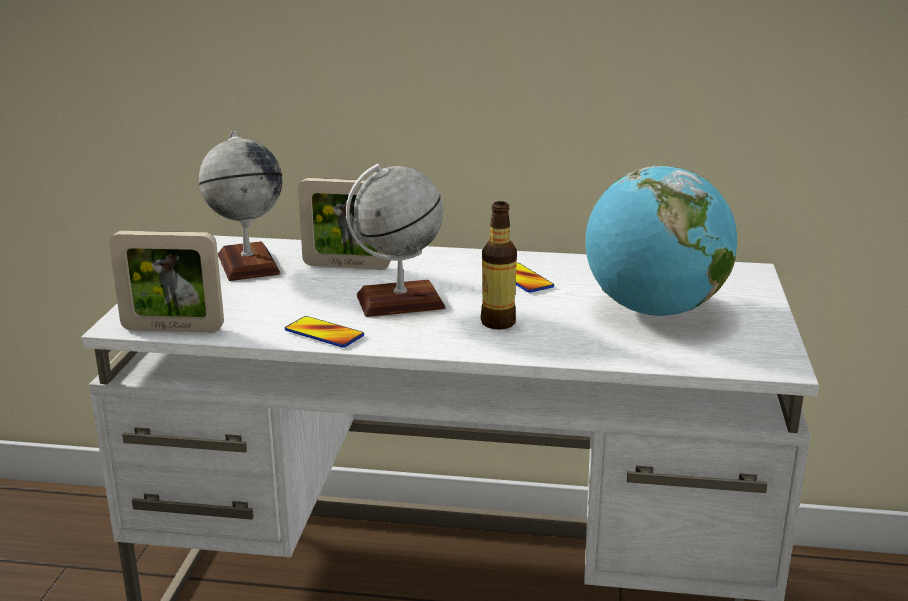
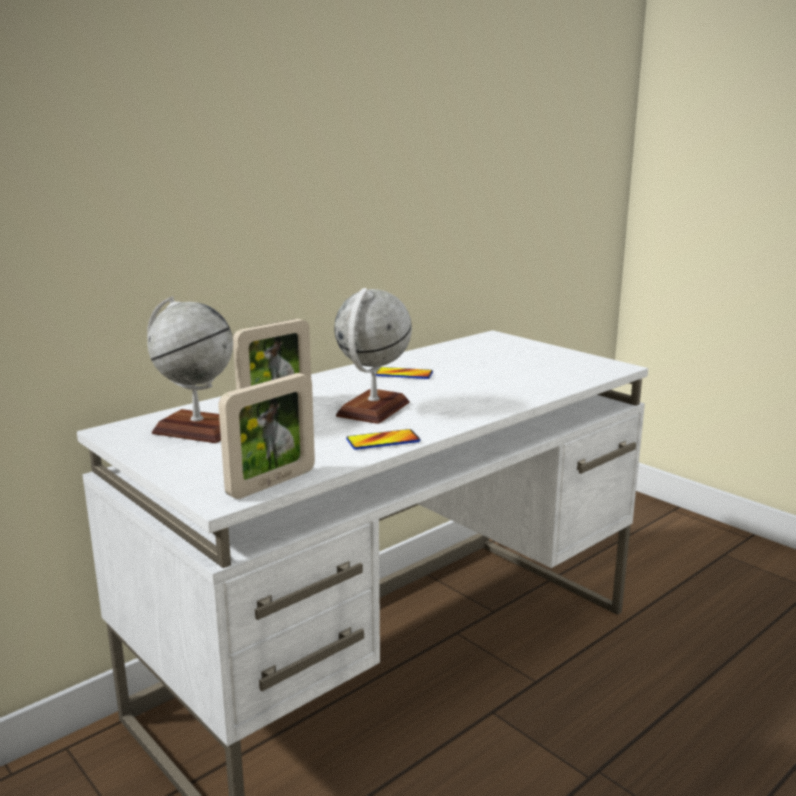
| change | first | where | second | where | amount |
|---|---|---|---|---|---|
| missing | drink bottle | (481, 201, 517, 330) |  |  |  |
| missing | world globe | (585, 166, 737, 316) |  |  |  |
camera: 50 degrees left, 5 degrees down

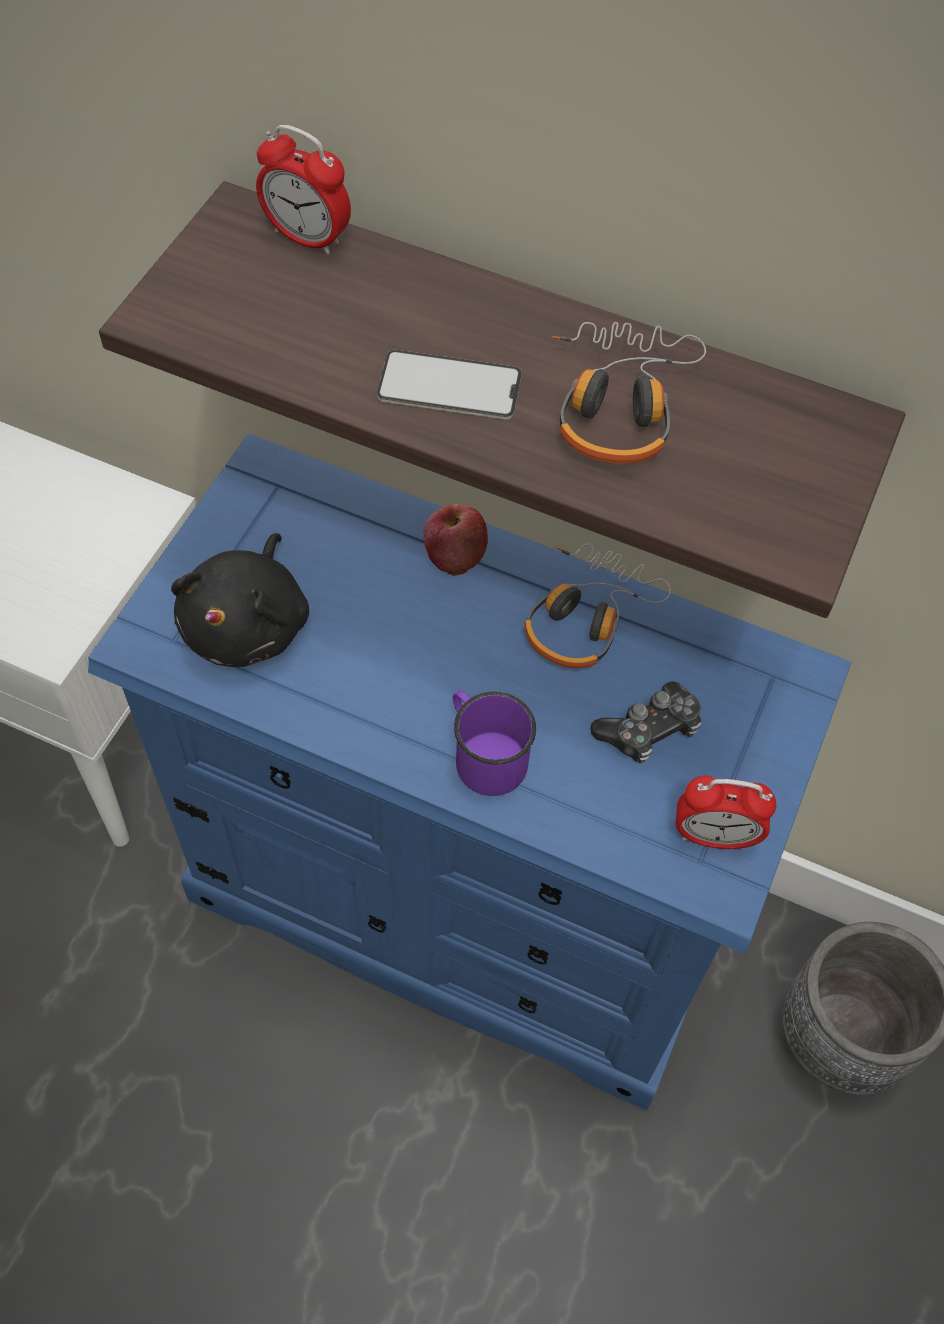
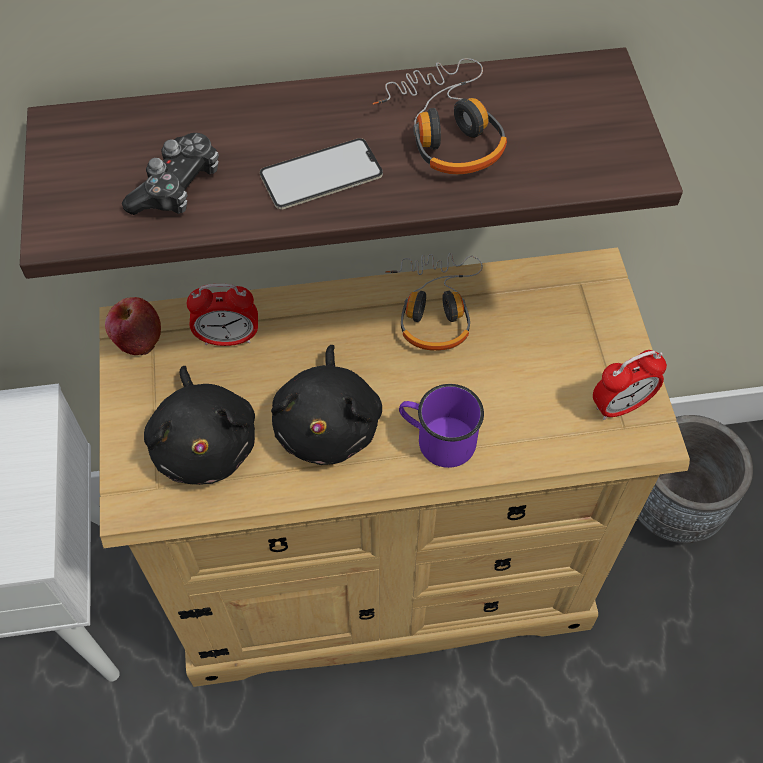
| change | first | where | second | where | amount |
|---|---|---|---|---|---|
| appeared |  |  | blackish cuddly toy | (271, 345, 382, 465) |  |
| relocated | alarm clock | (256, 125, 351, 255) |  | (186, 284, 258, 346) |  |
| relocated | apple | (423, 504, 488, 576) |  | (105, 297, 161, 355) |  |
| relocated | joypad | (590, 681, 702, 763) |  | (122, 133, 219, 215) |  |
| colour | blue-coloured chest of drawers | (88, 433, 852, 1111) | sand-coloured chest of drawers | (99, 247, 690, 687) |  |
camera: 30 degrees left, 0 degrees up

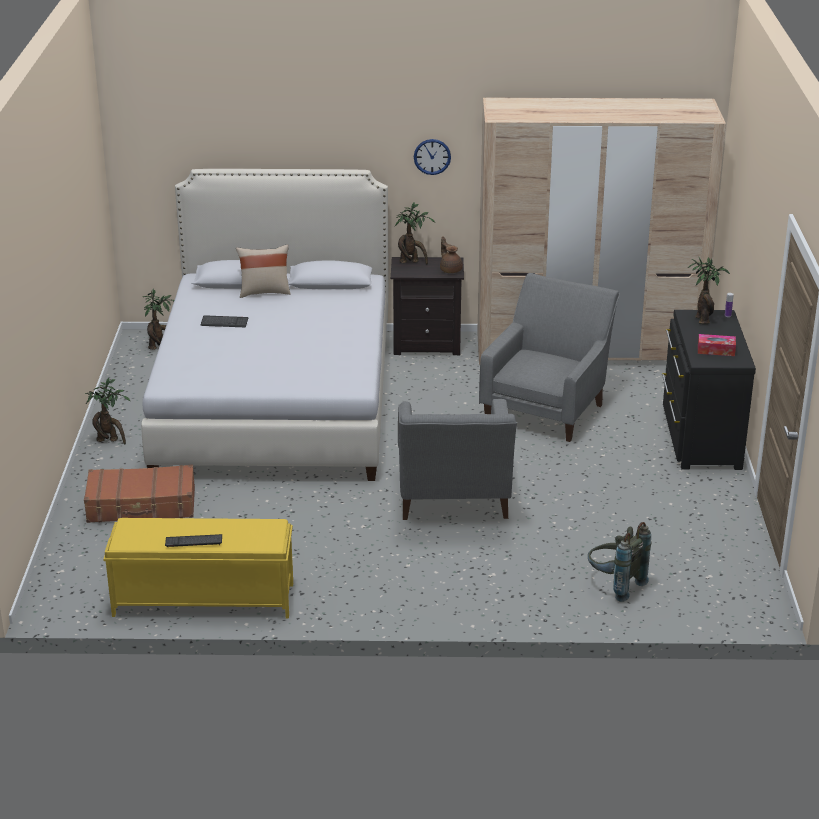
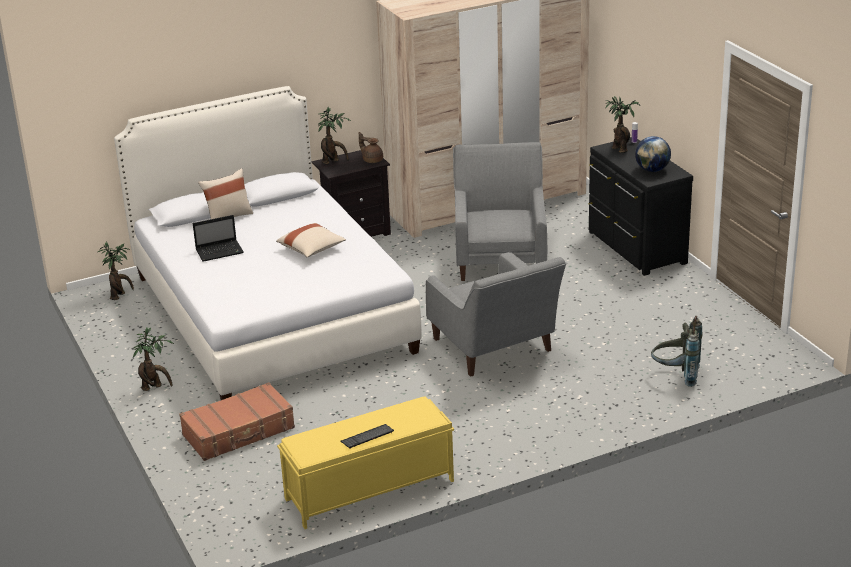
| change | first | where | second | where | amount |
|---|---|---|---|---|---|
| missing | hanging clock | (414, 139, 451, 175) |  |  |  |
| appeared |  |  | sand-coloured pillow | (276, 223, 346, 257) |  |
| exchanged | computer keyboard | (200, 315, 248, 328) | portable computer | (193, 215, 244, 262) |  |
| exchanged | box of tissues | (698, 334, 736, 356) | world globe | (635, 136, 671, 172) |  |
camera: 25 degrees left, 0 degrees up

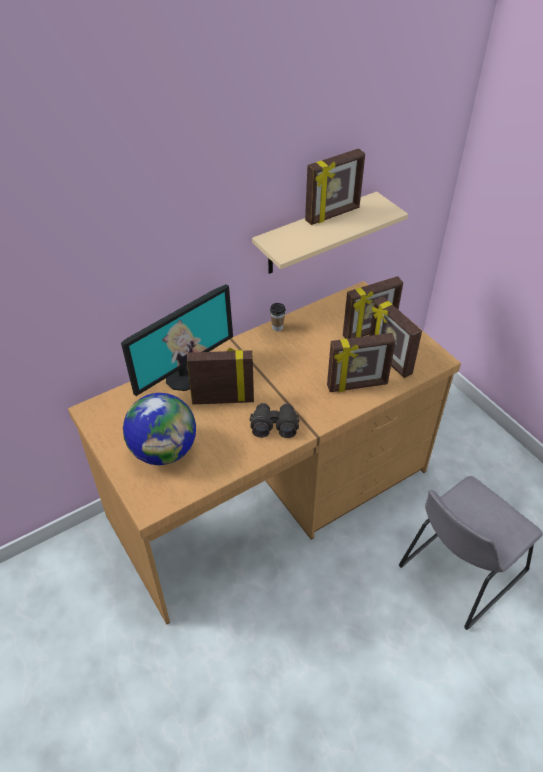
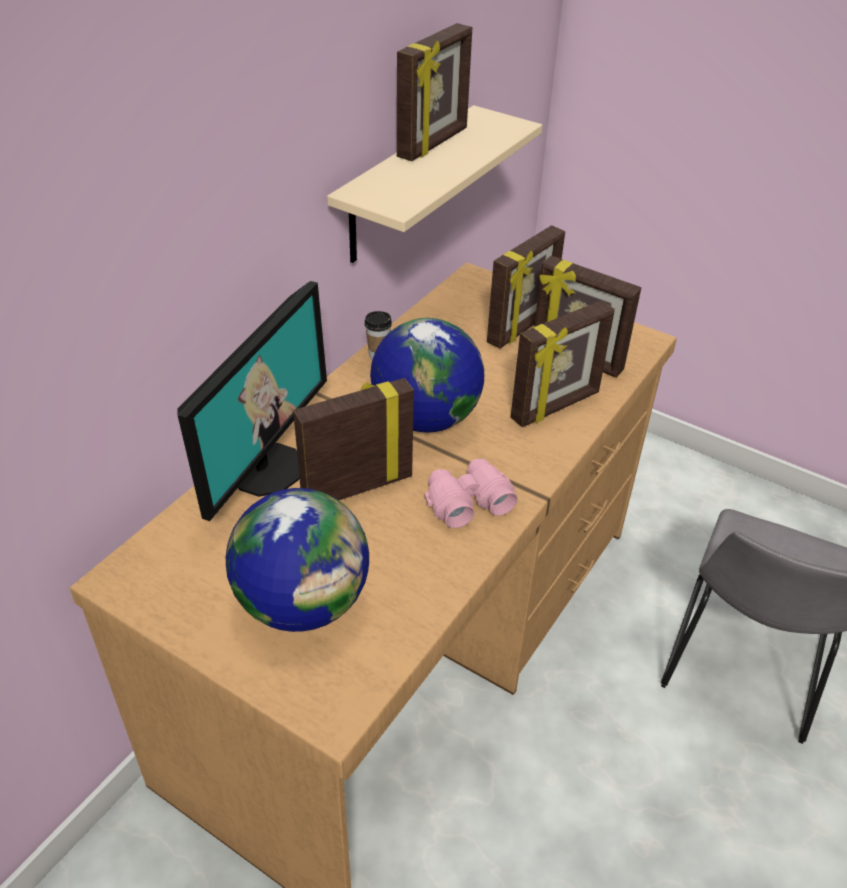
| change | first | where | second | where | amount |
|---|---|---|---|---|---|
| appeared |  |  | world globe | (370, 318, 484, 432) |  |
| colour | blackish binoculars | (250, 403, 300, 438) | pinkish binoculars | (425, 459, 518, 528) |  |
camera: 25 degrees left, 5 degrees down

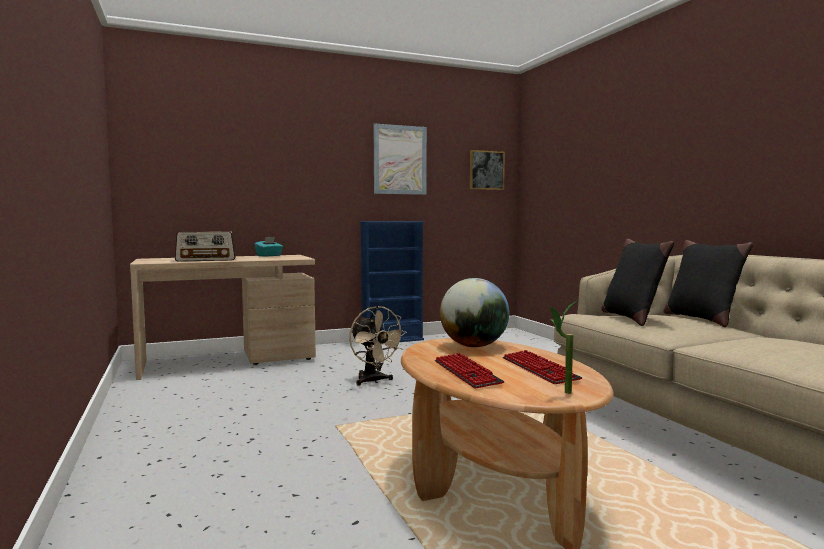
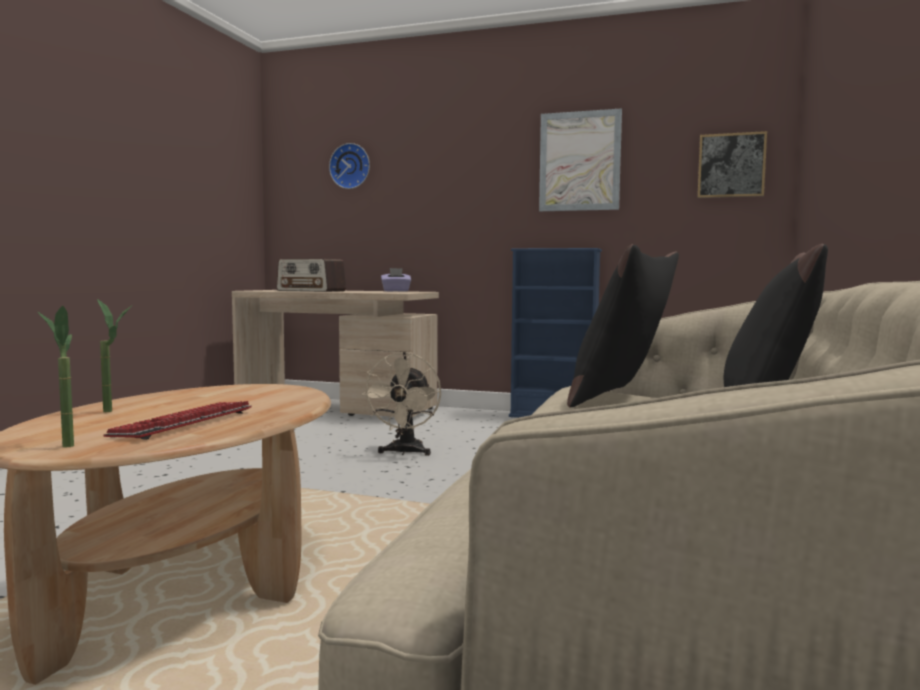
| change | first | where | second | where | amount |
|---|---|---|---|---|---|
| missing | world globe | (440, 278, 509, 347) |  |  |  |
| appeared |  |  | hanging clock | (329, 143, 370, 189) |  |
| exchanged | computer keyboard | (435, 353, 505, 389) | plant in a pot | (97, 299, 131, 412) |  |
| colour | turquoise box of tissues | (254, 237, 283, 257) | purplish box of tissues | (381, 268, 411, 292) |  |
camera: 40 degrees right, 0 degrees up

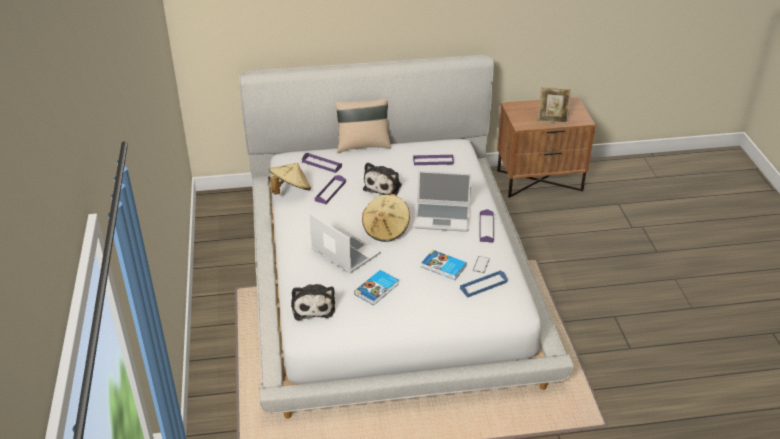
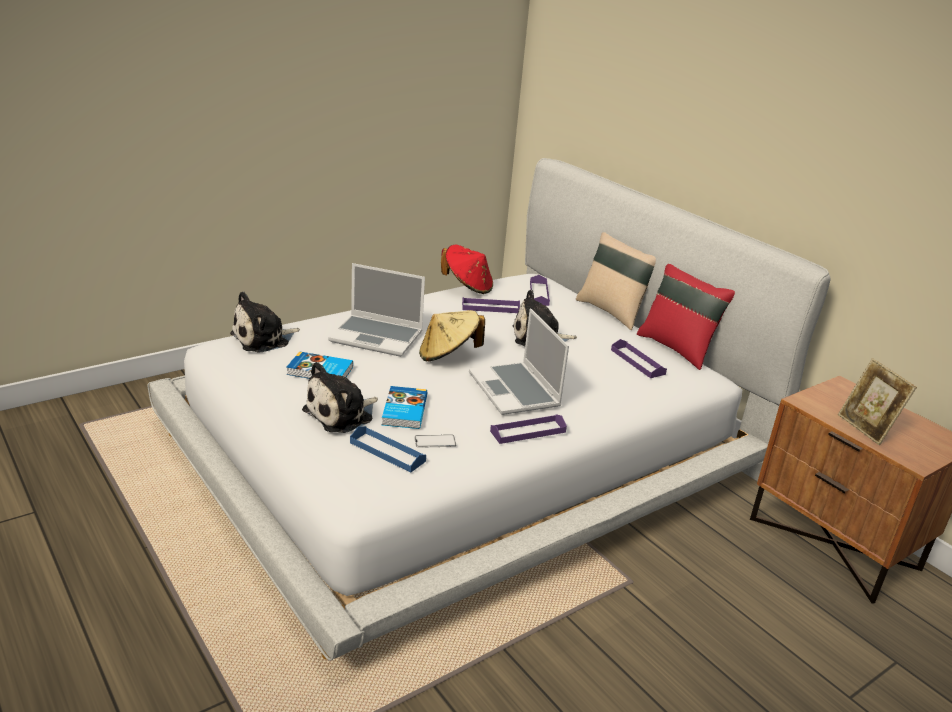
| change | first | where | second | where | amount |
|---|---|---|---|---|---|
| appeared |  |  | cuddly toy | (302, 362, 378, 433) |  |
| appeared |  |  | reddish pillow | (637, 264, 735, 370) |  |
| colour | sand-coloured wearable hat | (269, 163, 311, 195) | reddish wearable hat | (441, 245, 493, 294) |  |
| spun | portable computer | (310, 213, 381, 274) |  | (328, 263, 425, 357) | 90 degrees clockwise |
camera: 60 degrees right, 10 degrees down

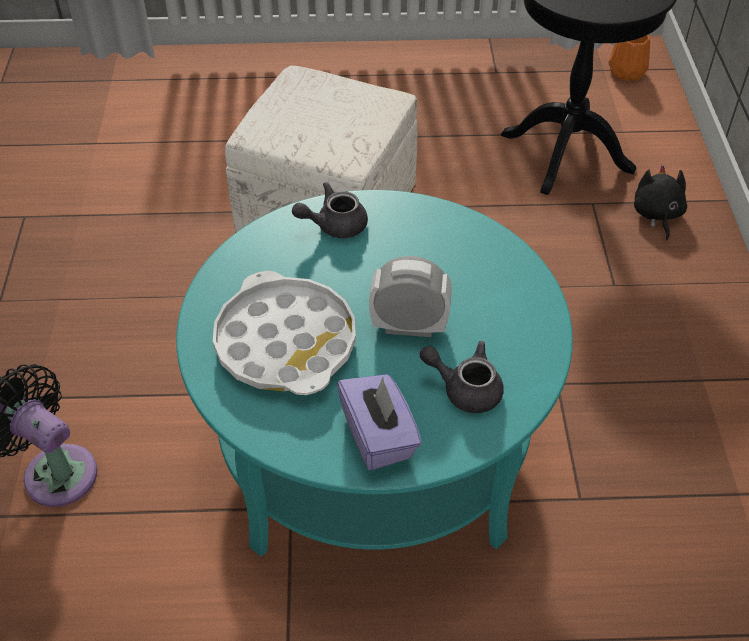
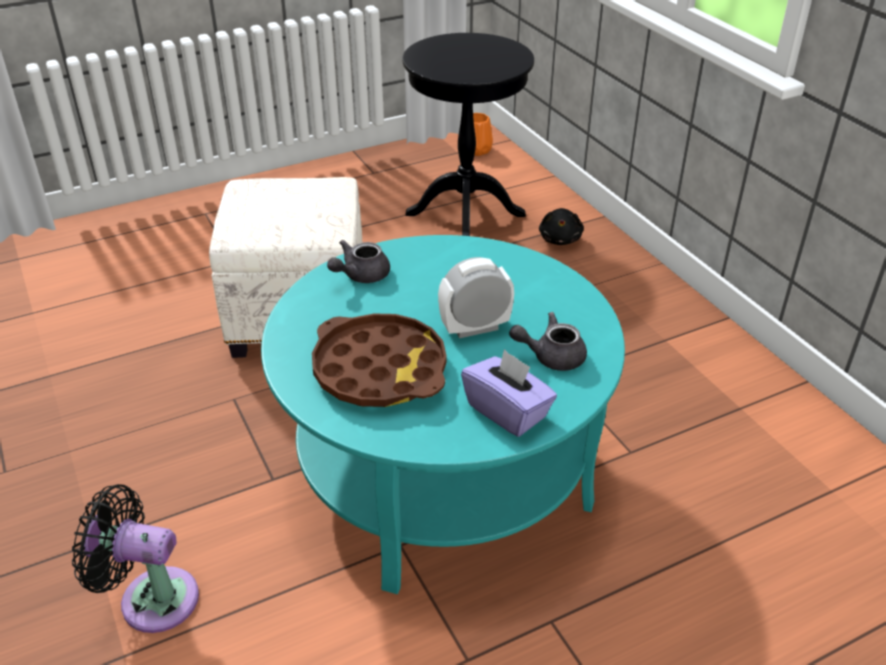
| change | first | where | second | where | amount |
|---|---|---|---|---|---|
| colour | white-coloured serving tray | (213, 271, 356, 395) | brown serving tray | (312, 314, 447, 407) |  |
| spun | blackish cuddly toy | (634, 165, 687, 240) |  | (539, 208, 584, 245) | 150 degrees counterclockwise |
camera: 25 degrees left, 10 degrees down

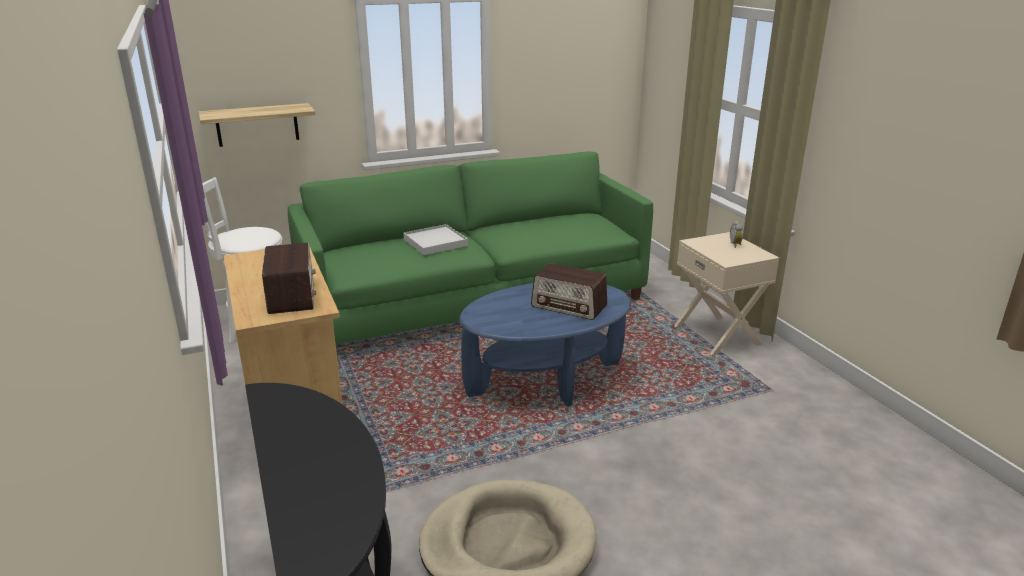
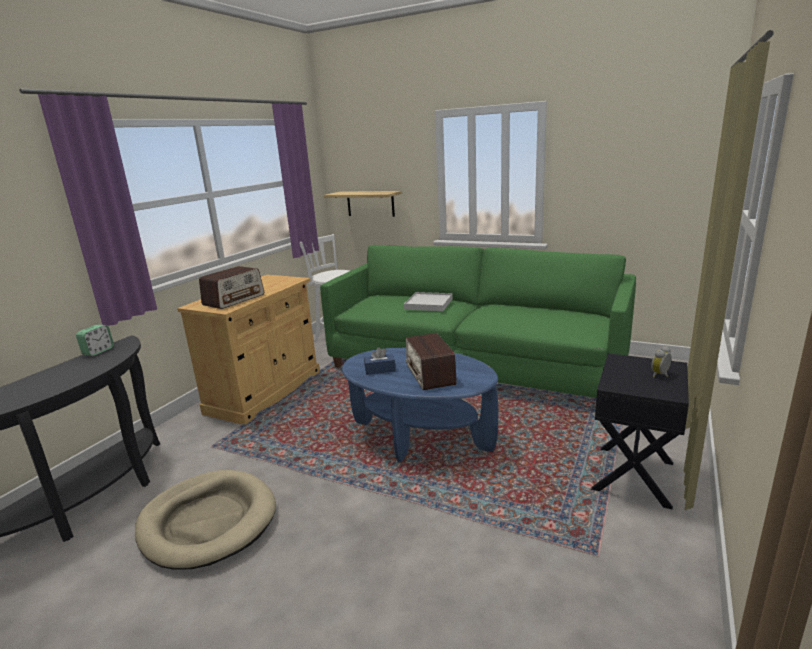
| change | first | where | second | where | amount |
|---|---|---|---|---|---|
| appeared |  |  | alarm clock | (76, 325, 114, 356) |  |
| appeared |  |  | blue-coloured box of tissues | (364, 347, 395, 375) |  |
| colour | sand-coloured nightstand | (674, 232, 779, 355) | blackish nightstand | (591, 353, 689, 510) |  |
camera: 50 degrees right, 5 degrees down

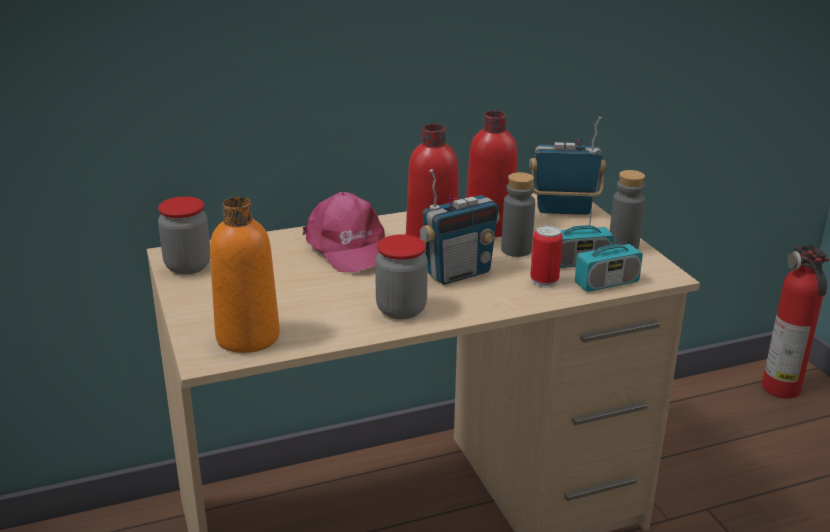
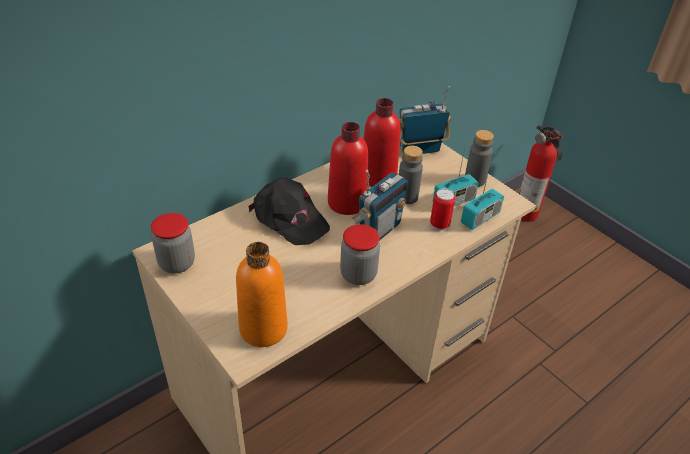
| change | first | where | second | where | amount |
|---|---|---|---|---|---|
| colour | pinkish cap | (303, 192, 385, 272) | blackish cap | (248, 177, 330, 245) |  |
camera: 20 degrees left, 15 degrees up

